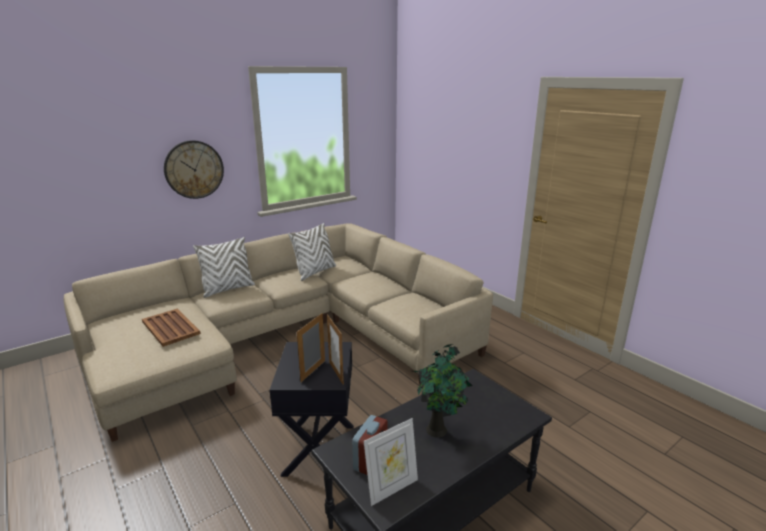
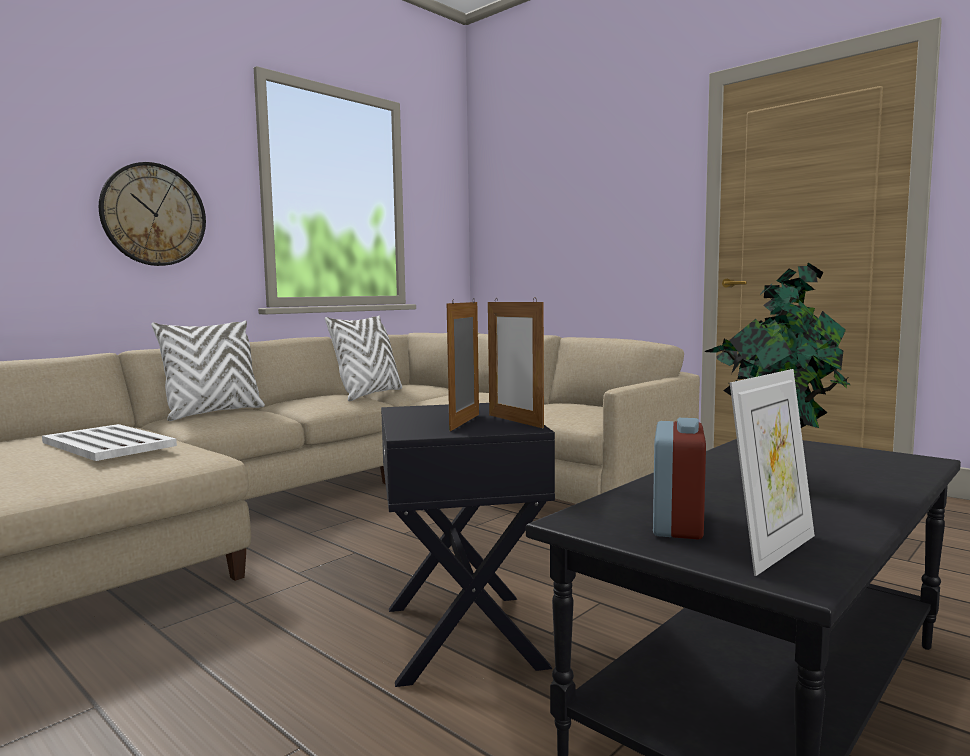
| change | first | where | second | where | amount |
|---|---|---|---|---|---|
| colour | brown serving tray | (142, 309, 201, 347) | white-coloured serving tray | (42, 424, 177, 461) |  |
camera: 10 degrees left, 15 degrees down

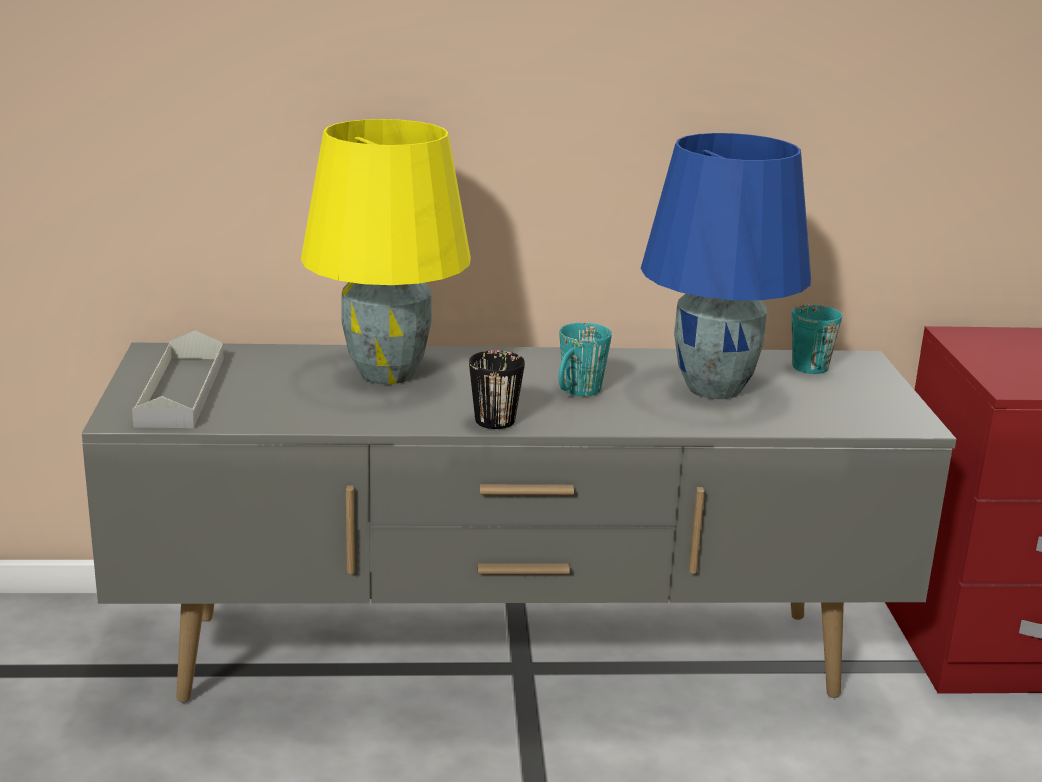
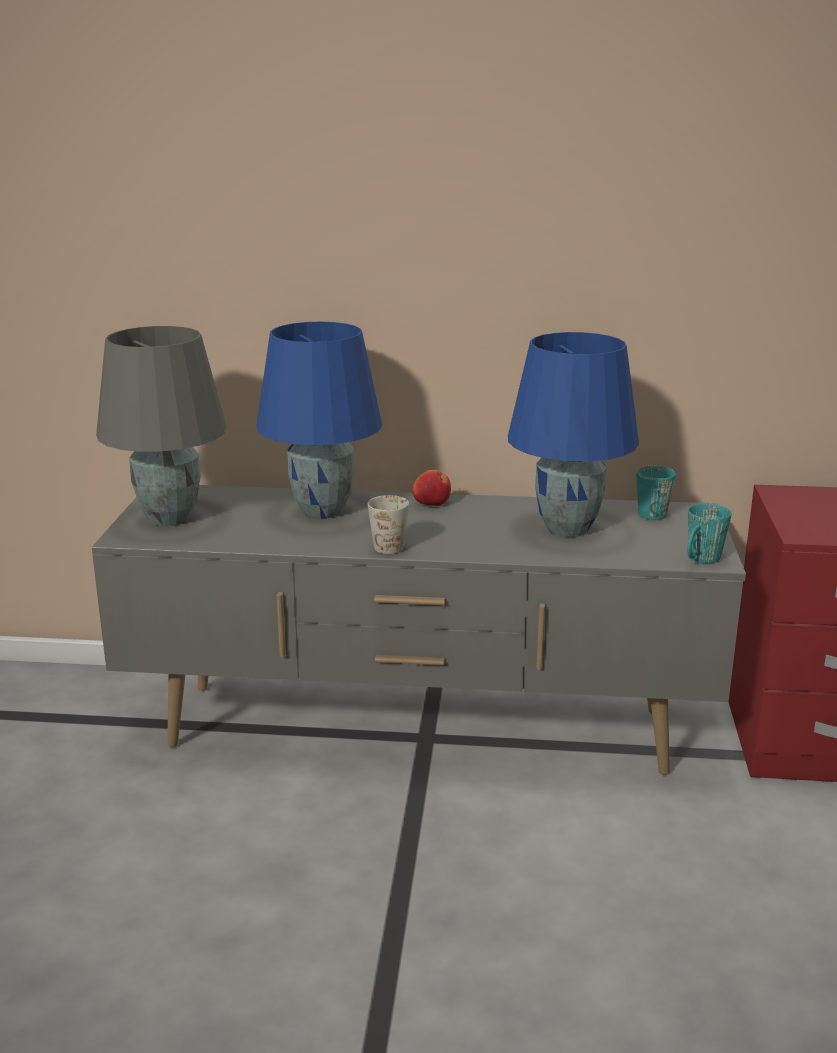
| change | first | where | second | where | amount |
|---|---|---|---|---|---|
| appeared |  |  | apple | (412, 470, 451, 506) |  |
| relocated | turquoise tea mug | (559, 323, 612, 396) |  | (687, 503, 732, 563) |  |
| exchanged | greyish serving tray | (132, 330, 224, 428) | greyish table lamp | (96, 326, 227, 526) |  |
| colour | yellow-coloured table lamp | (301, 119, 471, 384) | blue-coloured table lamp | (257, 322, 382, 519) |  |
| colour | blackish tea mug | (469, 350, 525, 429) | white-coloured tea mug | (368, 495, 409, 554) |  |
camera: 10 degrees right, 0 degrees up

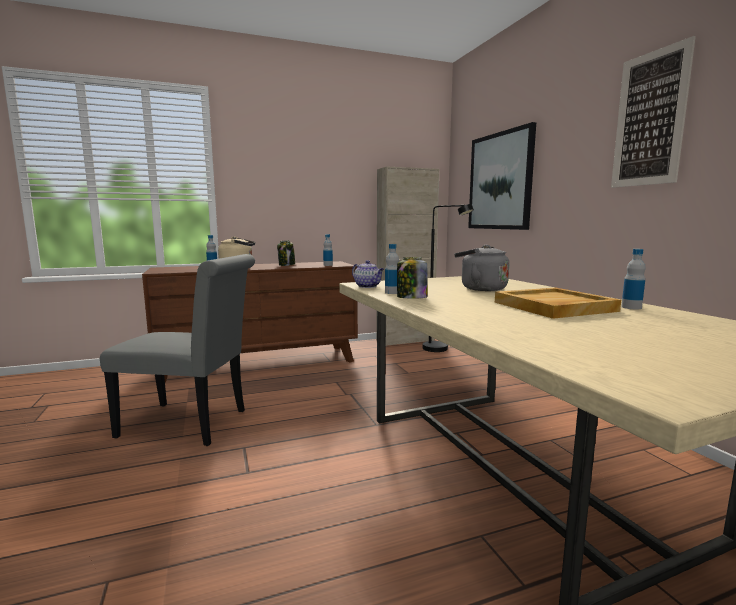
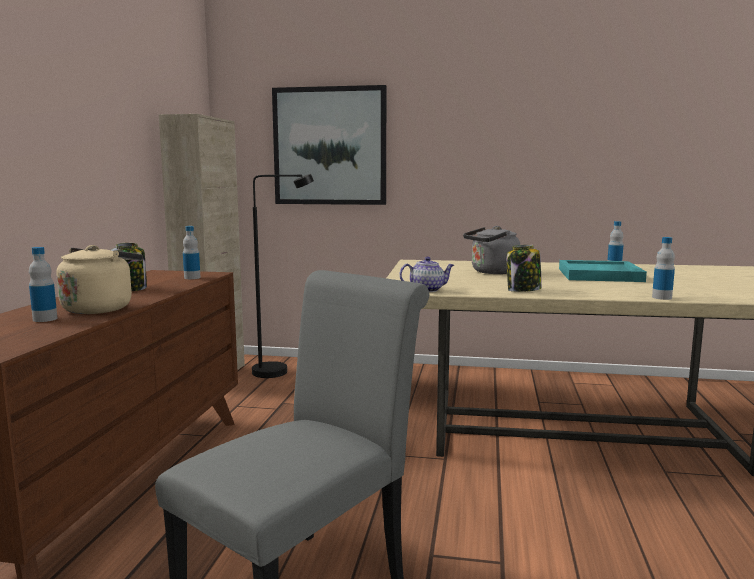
| change | first | where | second | where | amount |
|---|---|---|---|---|---|
| missing | wall picture | (611, 36, 696, 188) |  |  |  |
| relocated | drink bottle | (385, 244, 399, 294) |  | (652, 237, 675, 300) |  |
| colour | sand-coloured serving tray | (495, 287, 621, 319) | turquoise serving tray | (559, 260, 647, 282) |  |
camera: 60 degrees left, 0 degrees up

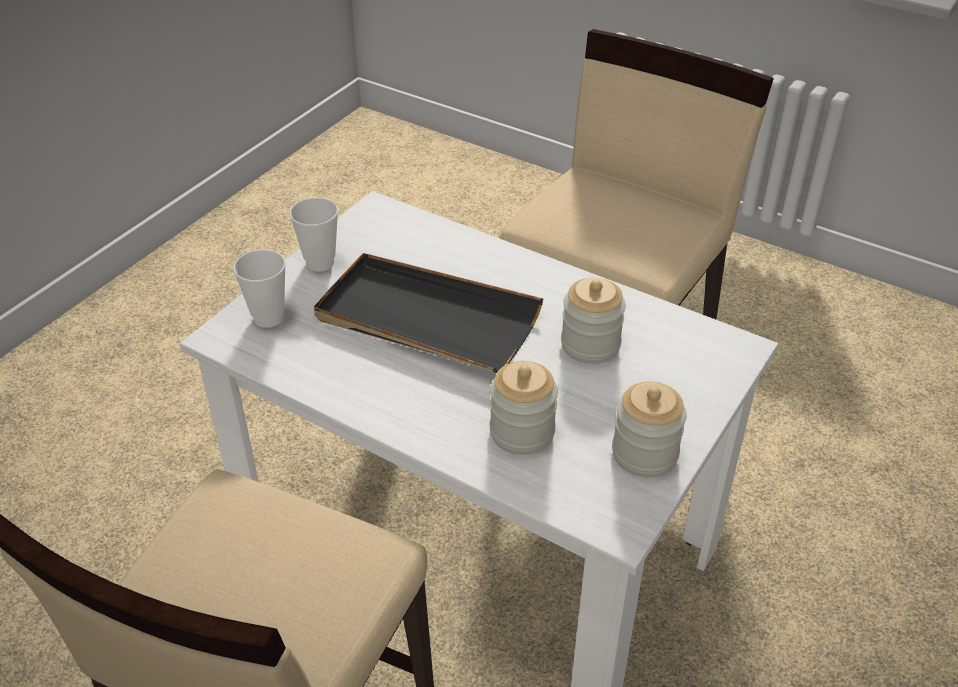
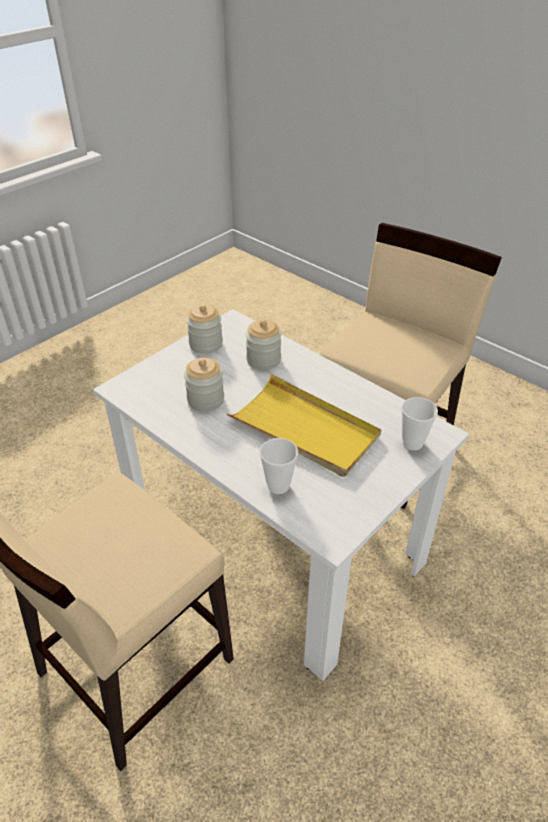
| change | first | where | second | where | amount |
|---|---|---|---|---|---|
| relocated | small cup | (289, 197, 338, 272) |  | (259, 438, 298, 494) |  |
| colour | blackish serving tray | (314, 253, 543, 373) | yellow-coloured serving tray | (226, 374, 381, 477) |  |
camera: 170 degrees left, 0 degrees up

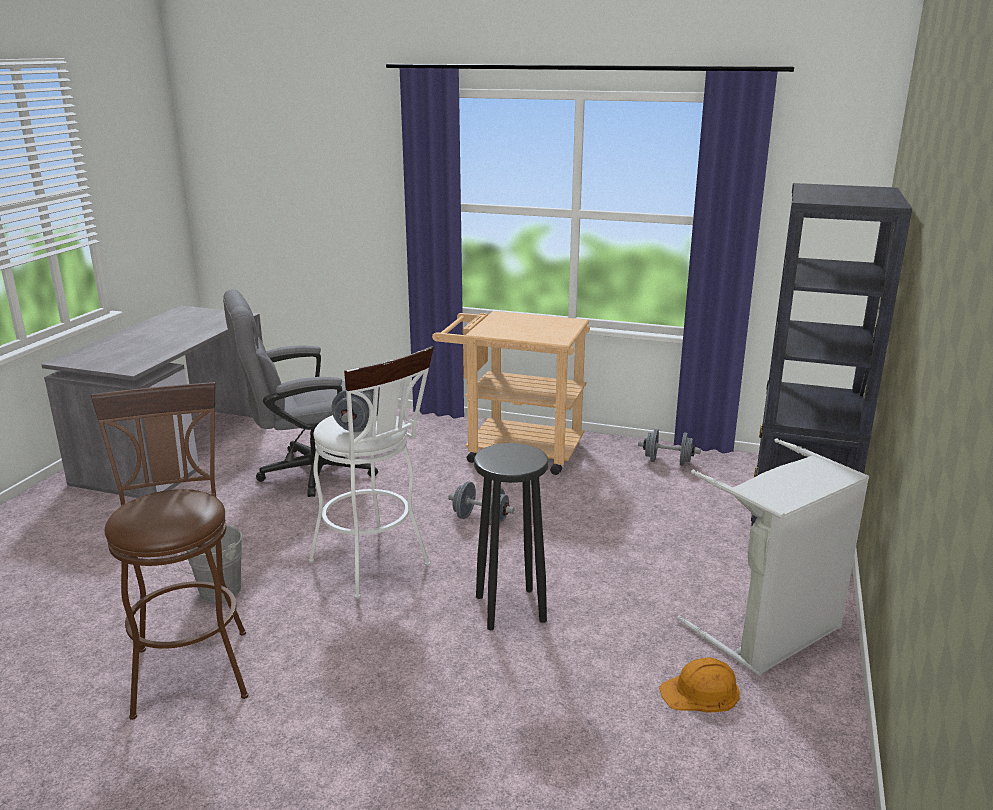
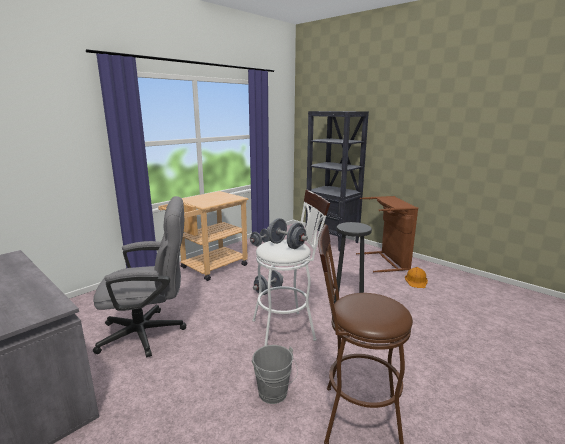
| change | first | where | second | where | amount |
|---|---|---|---|---|---|
| colour | greyish hamper | (677, 438, 869, 676) | brown hamper | (356, 196, 418, 272) |  |
| spun | greyish desk chair | (223, 289, 378, 497) |  | (93, 196, 186, 357) | 105 degrees counterclockwise |
camera: 65 degrees left, 5 degrees down

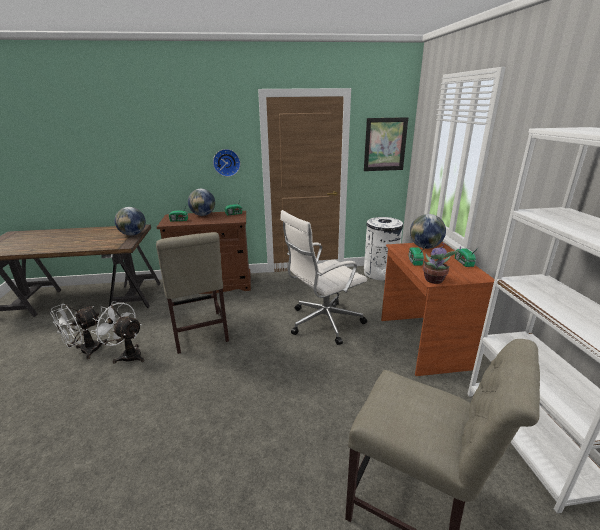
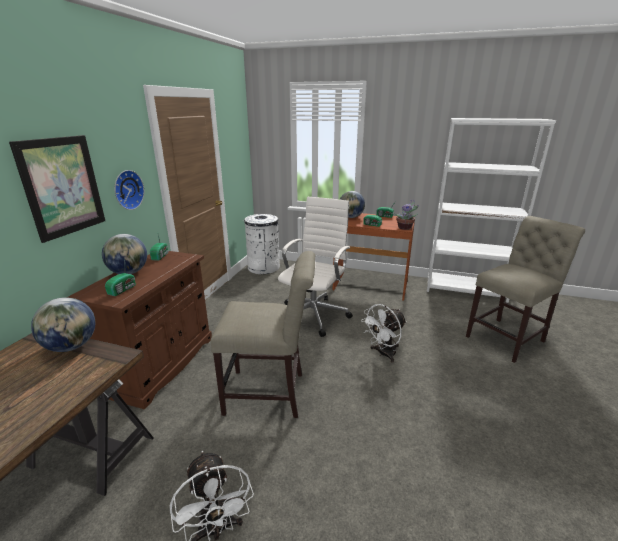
| change | first | where | second | where | amount |
|---|---|---|---|---|---|
| relocated | white-coloured fan | (92, 301, 145, 364) |  | (361, 304, 407, 363) |  |
| relocated | wall picture | (364, 117, 408, 171) |  | (9, 135, 105, 243) |  |
| spun | white-coloured desk chair | (280, 210, 367, 345) |  | (278, 197, 353, 337) | 150 degrees counterclockwise |
camera: 65 degrees left, 0 degrees up

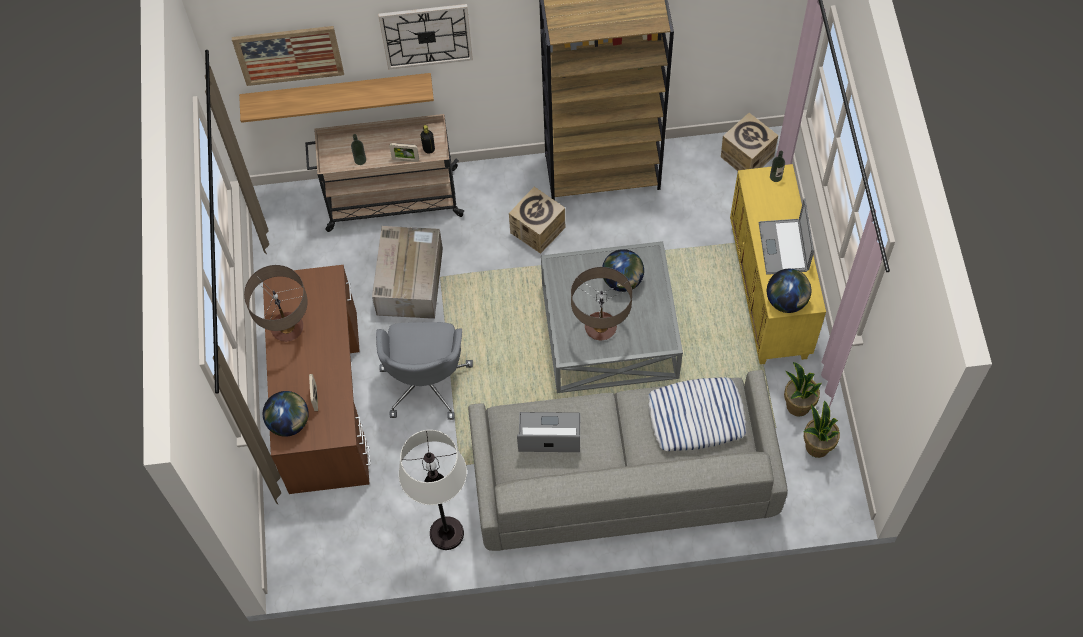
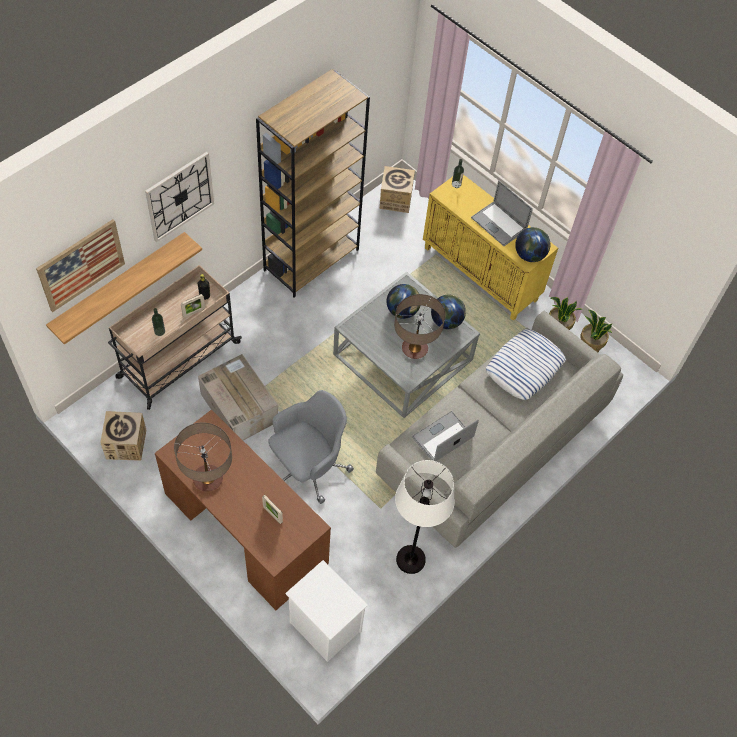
| change | first | where | second | where | amount |
|---|---|---|---|---|---|
| appeared |  |  | white-coloured nightstand | (285, 560, 368, 662) |  |
| relocated | world globe | (263, 391, 309, 437) |  | (431, 295, 466, 329) |  |
| relocated | carton | (509, 187, 565, 254) |  | (100, 411, 146, 461) |  |
| spun | greyish desk chair | (376, 322, 473, 420) |  | (268, 390, 354, 504) | 90 degrees counterclockwise |
camera: 45 degrees left, 5 degrees down

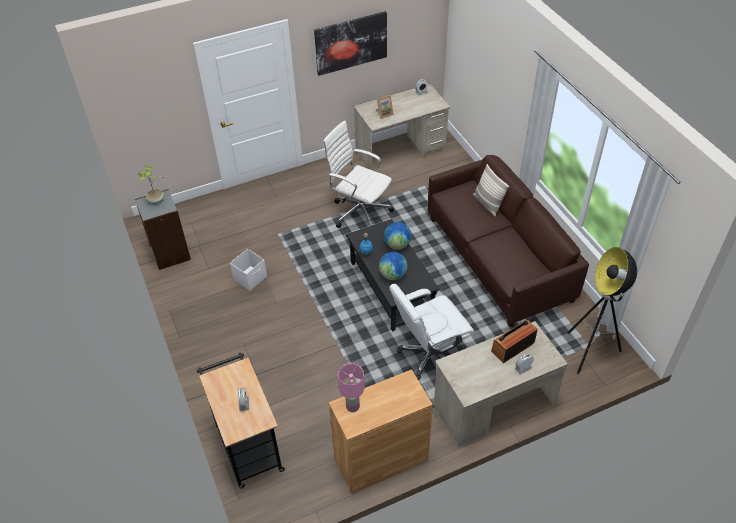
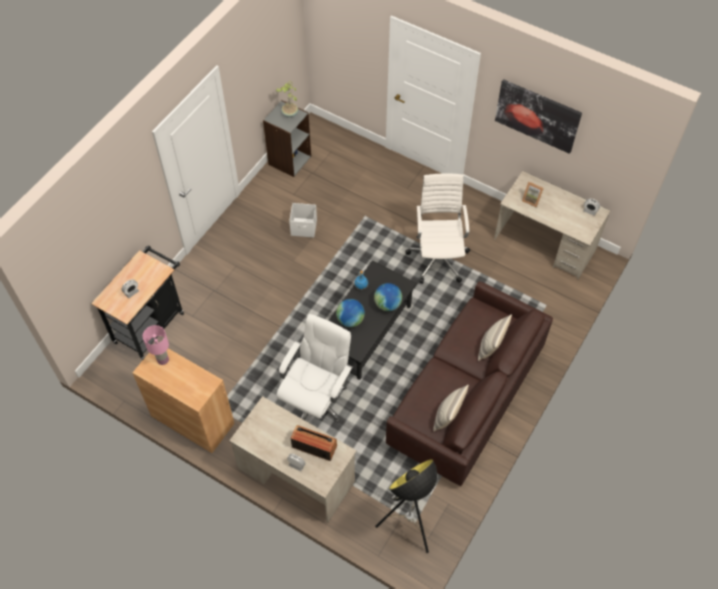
| change | first | where | second | where | amount |
|---|---|---|---|---|---|
| appeared |  |  | pillow | (433, 385, 469, 432) |  |
| spun | white-coloured desk chair | (389, 284, 474, 380) |  | (276, 314, 352, 423) | 90 degrees clockwise |
camera: 55 degrees right, 10 degrees up

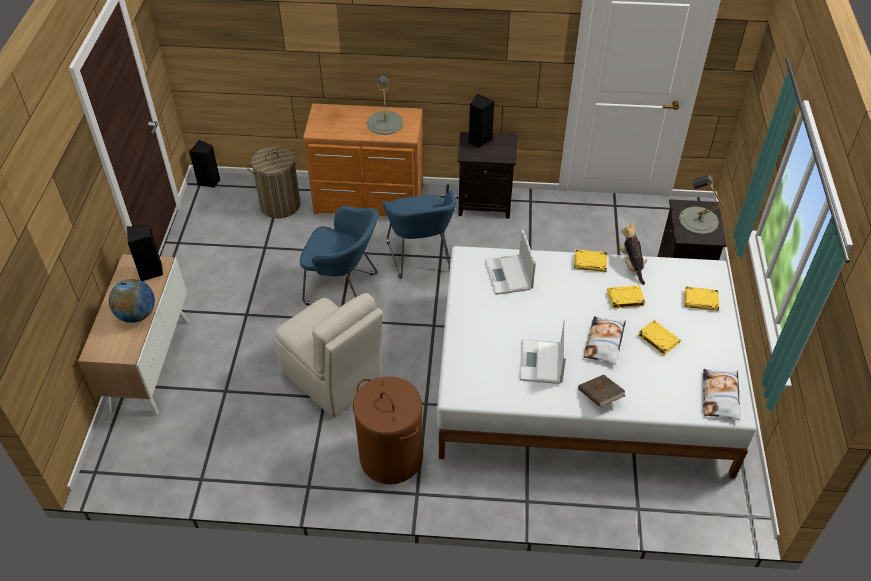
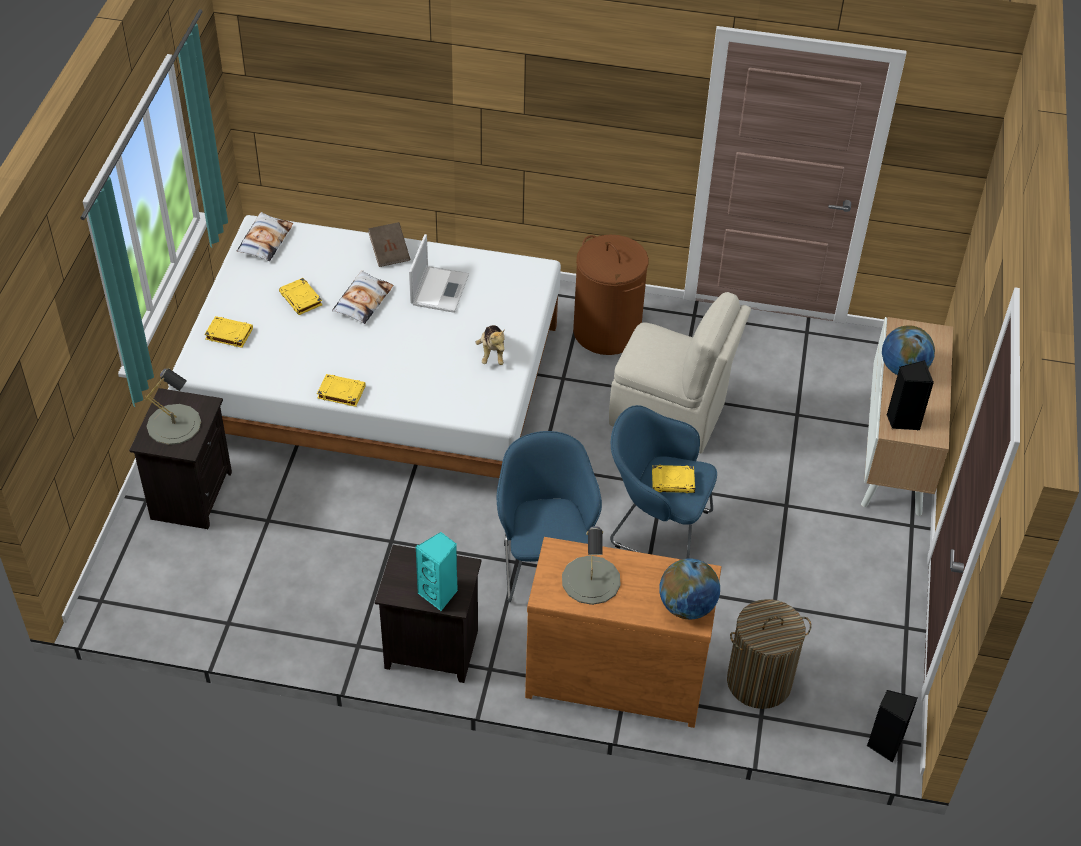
| change | first | where | second | where | amount |
|---|---|---|---|---|---|
| missing | portable computer | (485, 230, 536, 295) |  |  |  |
| appeared |  |  | world globe | (659, 558, 720, 620) |  |
| relocated | yellow-coloured book | (607, 285, 645, 308) |  | (652, 465, 695, 493) |  |
| relocated | cuddly toy | (620, 222, 648, 285) |  | (476, 325, 505, 365) |  |
| colour | blackish audio speaker | (469, 94, 495, 148) | turquoise audio speaker | (416, 532, 458, 611) |  |
| spun | sand-coloured chair | (275, 293, 383, 418) |  | (609, 292, 751, 453) | 150 degrees clockwise |
camera: 175 degrees left, 0 degrees up

